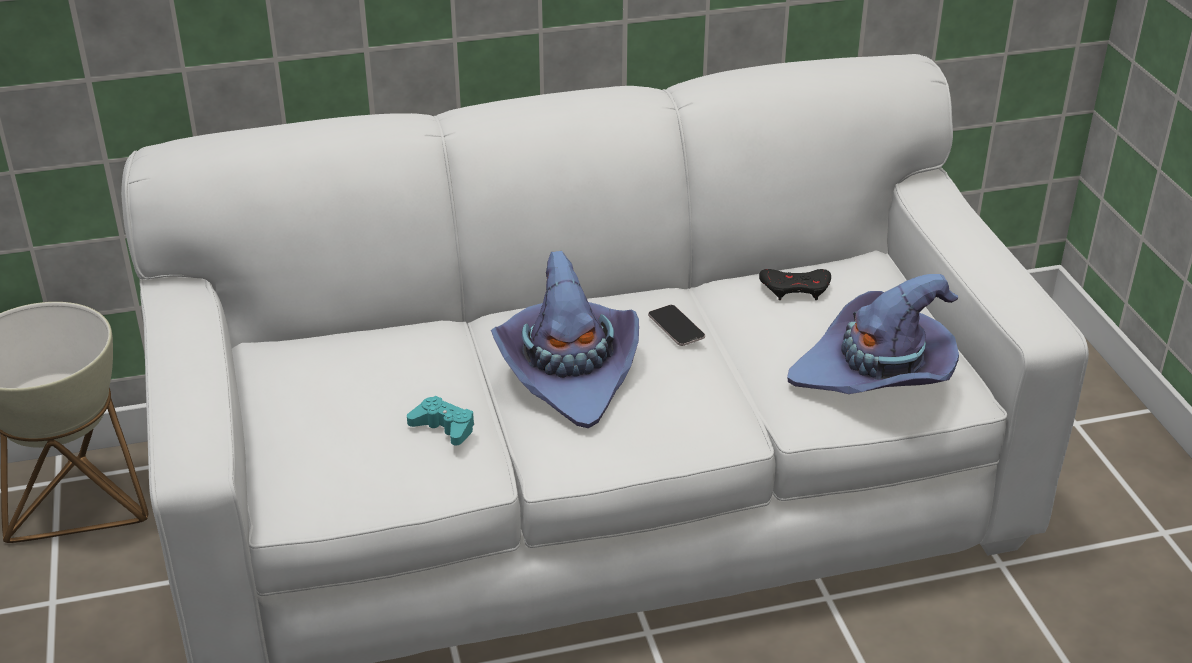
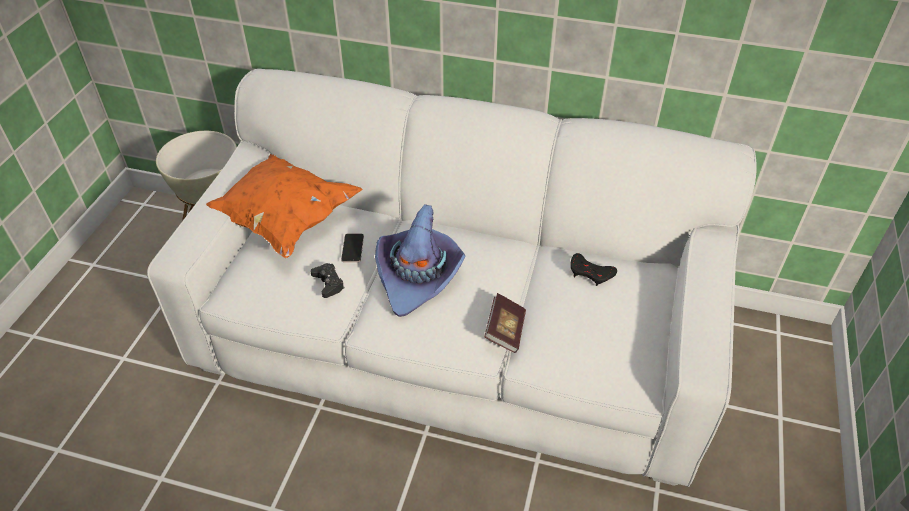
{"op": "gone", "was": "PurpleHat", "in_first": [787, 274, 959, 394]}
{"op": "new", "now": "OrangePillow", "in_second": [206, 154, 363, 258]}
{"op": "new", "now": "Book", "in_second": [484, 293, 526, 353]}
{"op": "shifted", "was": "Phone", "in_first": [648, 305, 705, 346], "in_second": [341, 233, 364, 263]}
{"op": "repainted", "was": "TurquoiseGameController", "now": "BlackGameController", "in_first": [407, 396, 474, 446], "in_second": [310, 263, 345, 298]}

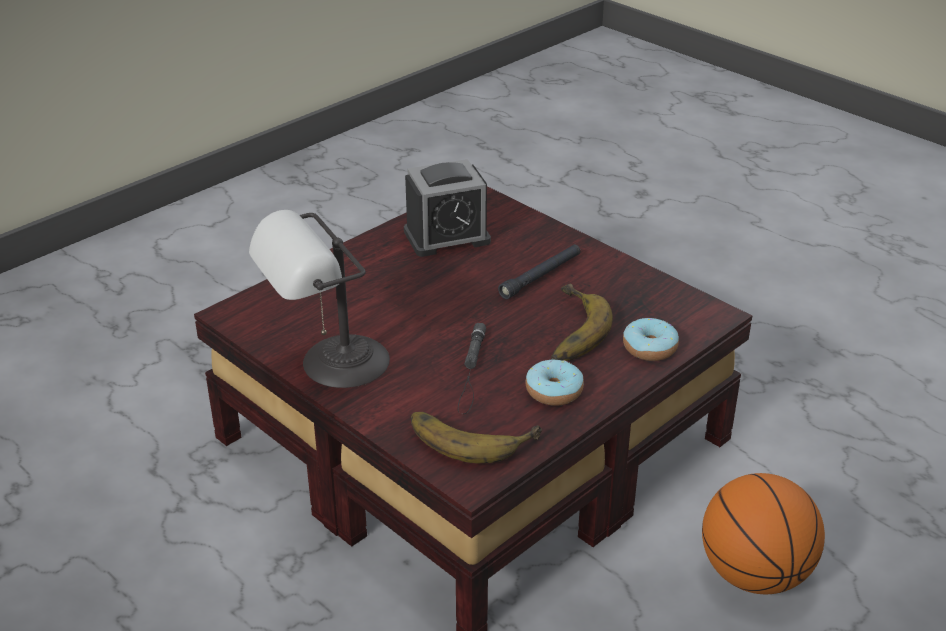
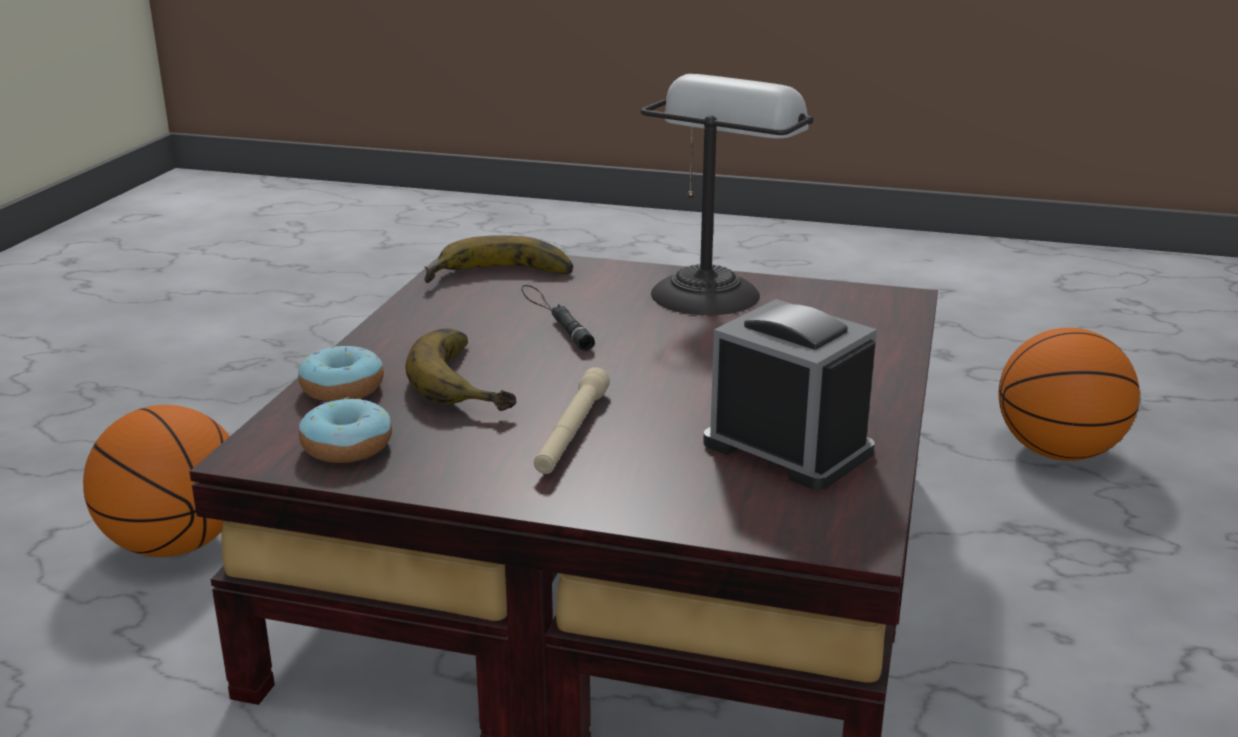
{"op": "new", "now": "Basketball", "in_second": [999, 328, 1140, 461]}
{"op": "shifted", "was": "Donut", "in_first": [525, 360, 584, 406], "in_second": [299, 397, 392, 463]}
{"op": "repainted", "was": "BlackFlashlight", "now": "BeigeFlashlight", "in_first": [498, 244, 580, 299], "in_second": [534, 367, 610, 474]}
{"op": "rotated", "was": "AlarmClock", "in_first": [404, 159, 491, 257], "in_second": [703, 299, 877, 490], "clockwise": 90}

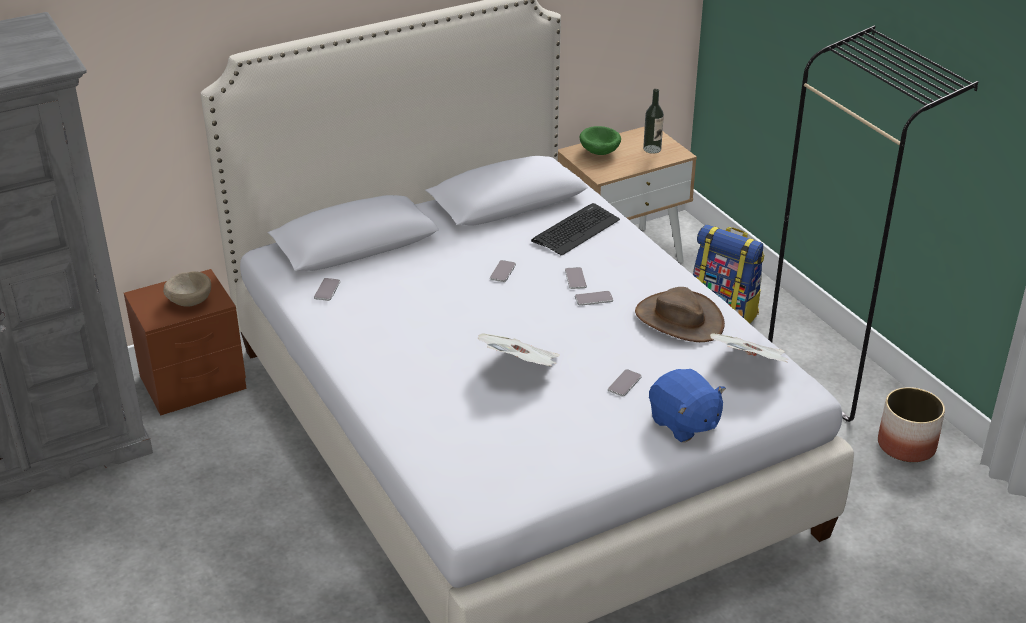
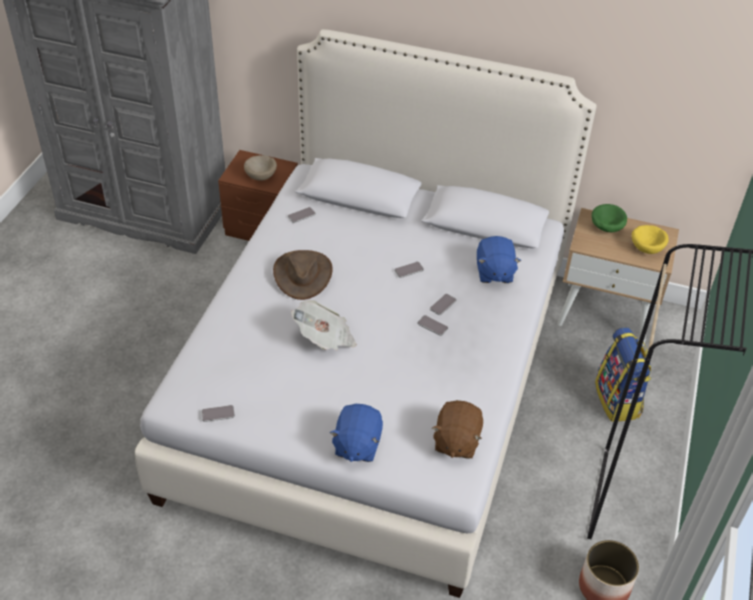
{"op": "shifted", "was": "Phone", "in_first": [608, 369, 642, 396], "in_second": [202, 405, 235, 422]}
{"op": "shifted", "was": "BrownHat", "in_first": [635, 287, 725, 342], "in_second": [273, 250, 333, 300]}
{"op": "swapped", "was": "Keyboard", "now": "BluePlushToy", "in_first": [531, 203, 620, 256], "in_second": [477, 236, 521, 283]}
{"op": "swapped", "was": "Bottle", "now": "YellowBowl", "in_first": [643, 89, 664, 154], "in_second": [632, 225, 669, 254]}
{"op": "swapped", "was": "Newspaper", "now": "BrownPlushToy", "in_first": [710, 334, 789, 363], "in_second": [432, 400, 483, 459]}

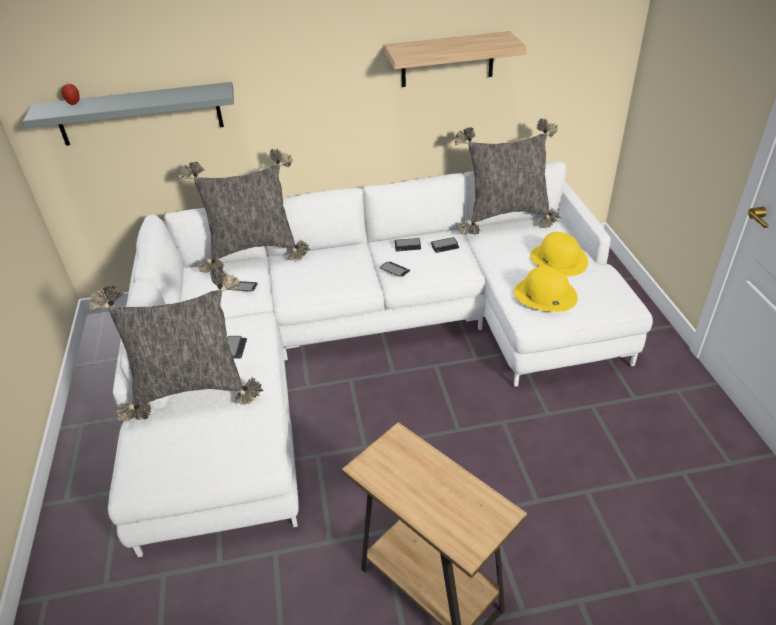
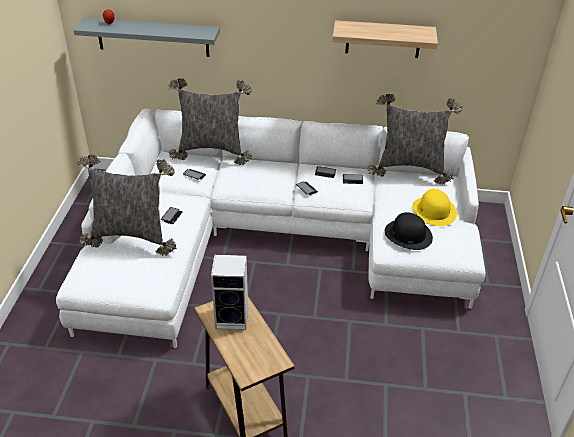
{"op": "new", "now": "Speaker", "in_second": [211, 255, 248, 330]}
{"op": "repainted", "was": "YellowHat", "now": "BlackHat", "in_first": [514, 266, 578, 312], "in_second": [385, 212, 433, 250]}

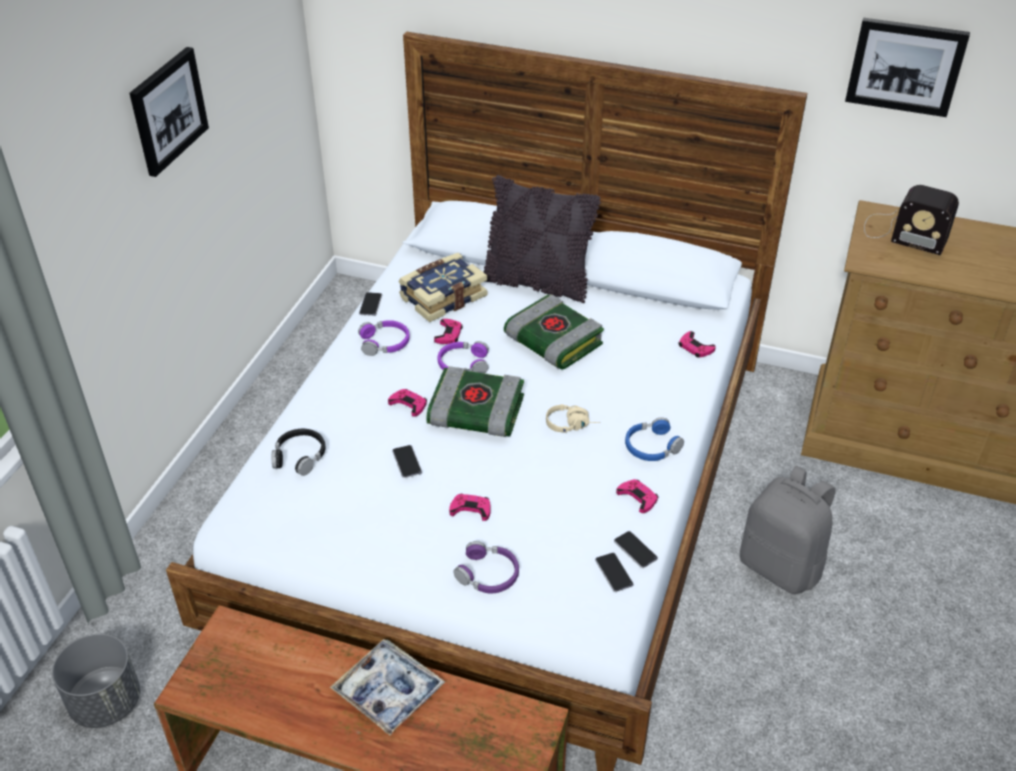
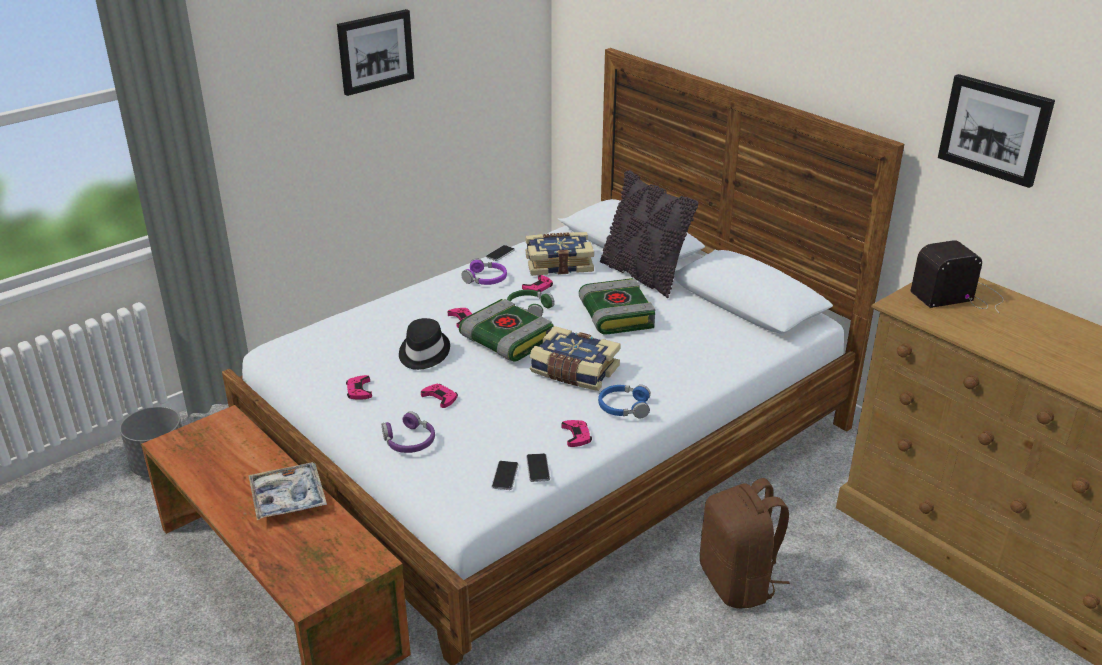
{"op": "gone", "was": "BlackHeadphones", "in_first": [271, 429, 326, 476]}
{"op": "shifted", "was": "PinkGameController", "in_first": [679, 331, 716, 357], "in_second": [346, 375, 372, 400]}
{"op": "swapped", "was": "Phone", "now": "BlackHat", "in_first": [392, 445, 422, 478], "in_second": [399, 318, 450, 370]}
{"op": "swapped", "was": "BeigeHeadphones", "now": "Book", "in_first": [546, 404, 601, 433], "in_second": [530, 326, 621, 391]}
{"op": "repainted", "was": "PurpleHeadphones", "now": "GreenHeadphones", "in_first": [437, 341, 489, 374], "in_second": [507, 290, 555, 317]}
{"op": "repainted", "was": "GreyBackpack", "now": "BrownBackpack", "in_first": [740, 466, 836, 594], "in_second": [700, 478, 790, 608]}
{"op": "rotated", "was": "Radio", "in_first": [864, 185, 959, 255], "in_second": [910, 240, 1004, 313], "clockwise": 105}

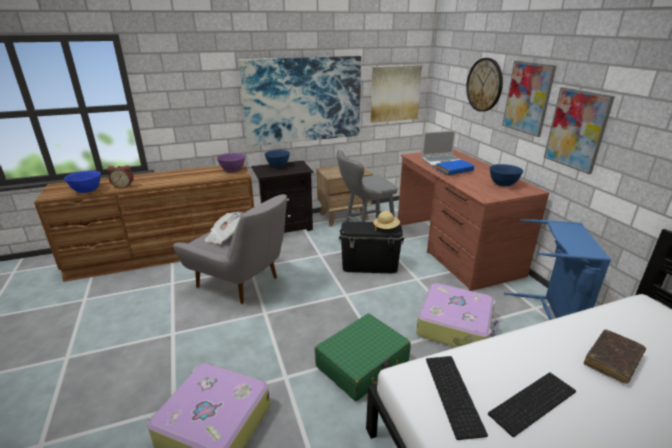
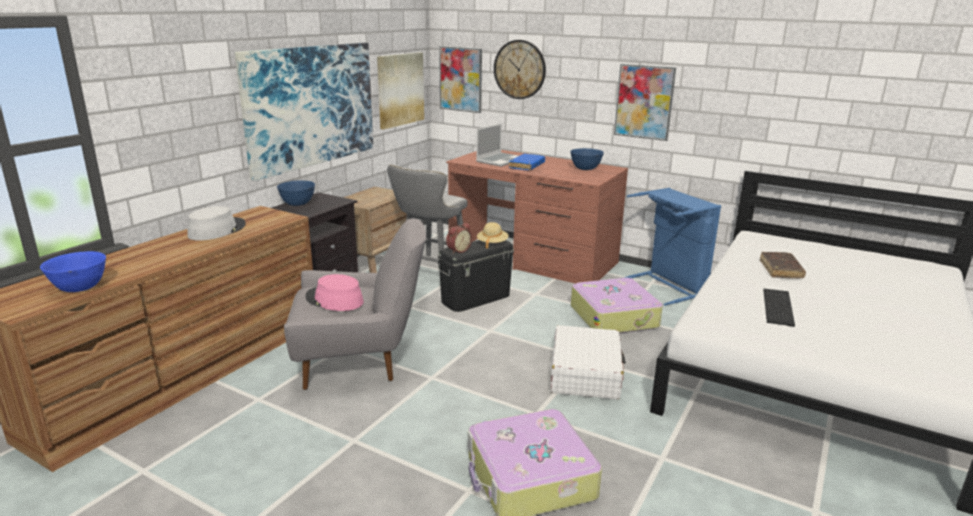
{"op": "gone", "was": "PurpleBowl", "in_first": [217, 153, 245, 172]}
{"op": "gone", "was": "Keyboard", "in_first": [426, 356, 488, 440]}
{"op": "new", "now": "GreyHat", "in_second": [187, 206, 245, 241]}
{"op": "shifted", "was": "AlarmClock", "in_first": [108, 165, 134, 189], "in_second": [446, 223, 472, 254]}
{"op": "shifted", "was": "Picture", "in_first": [502, 61, 556, 137], "in_second": [439, 46, 482, 113]}
{"op": "swapped", "was": "Newspaper", "now": "PinkHat", "in_first": [205, 212, 240, 244], "in_second": [305, 274, 364, 311]}
{"op": "repainted", "was": "GreenSuitcase", "now": "WhiteSuitcase", "in_first": [315, 314, 411, 401], "in_second": [551, 325, 626, 400]}

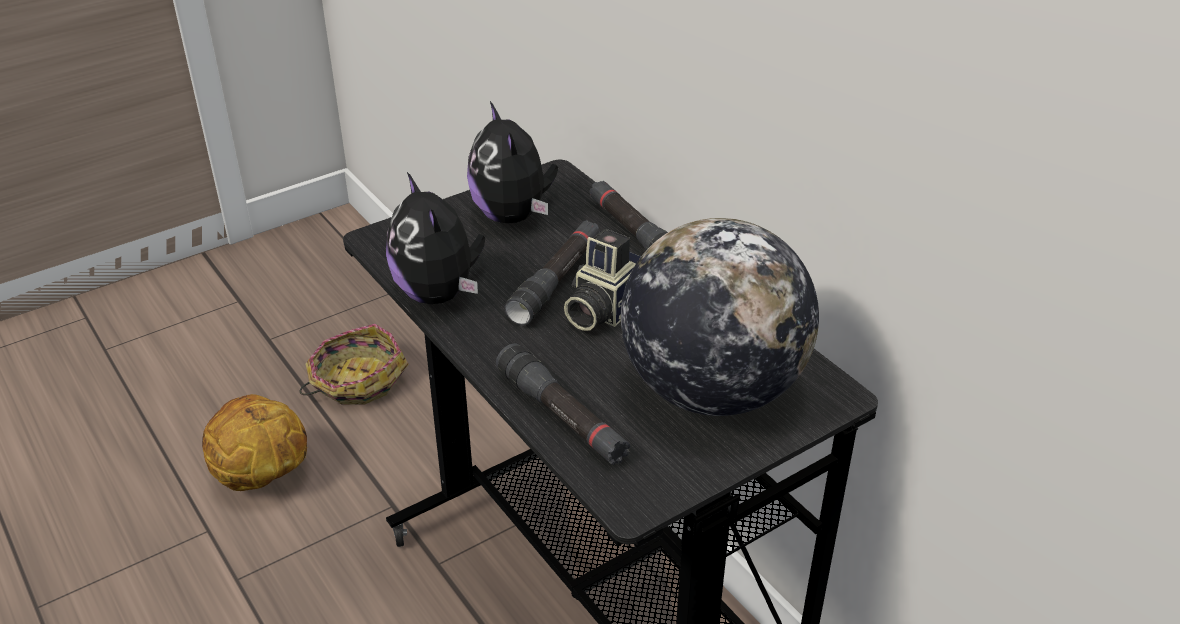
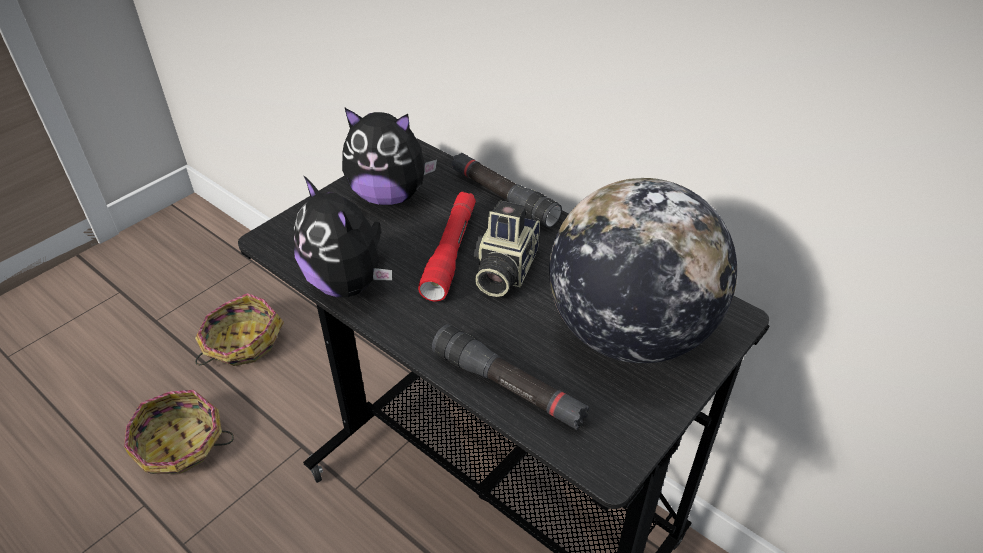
{"op": "swapped", "was": "Basketball", "now": "Basket", "in_first": [202, 394, 307, 491], "in_second": [124, 390, 234, 474]}
{"op": "repainted", "was": "BlackFlashlight", "now": "RedFlashlight", "in_first": [504, 220, 600, 325], "in_second": [418, 192, 476, 302]}
{"op": "rotated", "was": "PlushToy", "in_first": [467, 101, 558, 223], "in_second": [342, 107, 437, 205], "clockwise": -45}

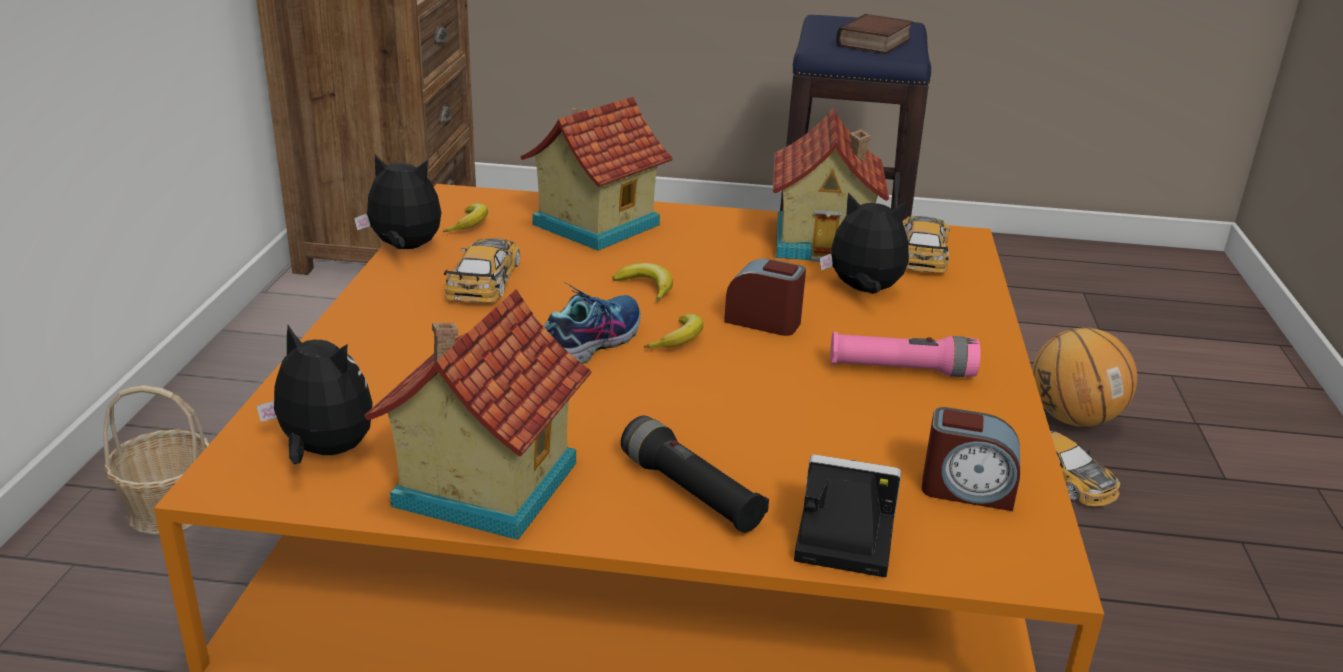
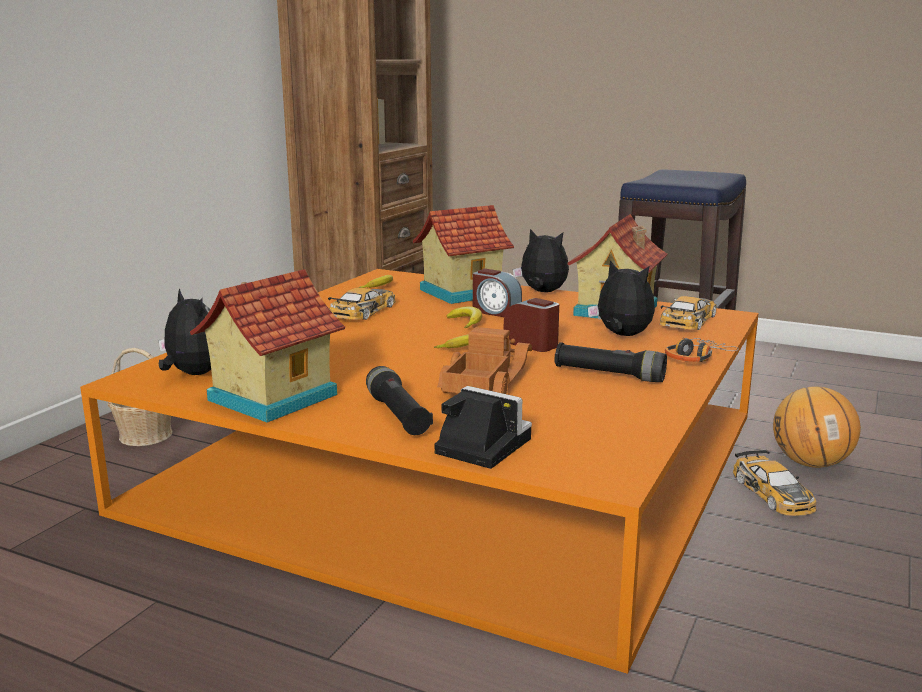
{"op": "gone", "was": "Shoe", "in_first": [544, 283, 641, 364]}
{"op": "gone", "was": "Book", "in_first": [836, 14, 913, 54]}
{"op": "new", "now": "ToyTruck", "in_second": [437, 327, 532, 394]}
{"op": "new", "now": "Headphones", "in_second": [665, 338, 739, 362]}
{"op": "shifted", "was": "PlushToy", "in_first": [354, 154, 442, 249], "in_second": [513, 229, 569, 292]}
{"op": "shifted", "was": "AlarmClock", "in_first": [922, 407, 1020, 511], "in_second": [473, 268, 522, 317]}
{"op": "repainted", "was": "PinkFlashlight", "now": "BlackFlashlight", "in_first": [830, 332, 981, 377], "in_second": [554, 342, 667, 382]}

